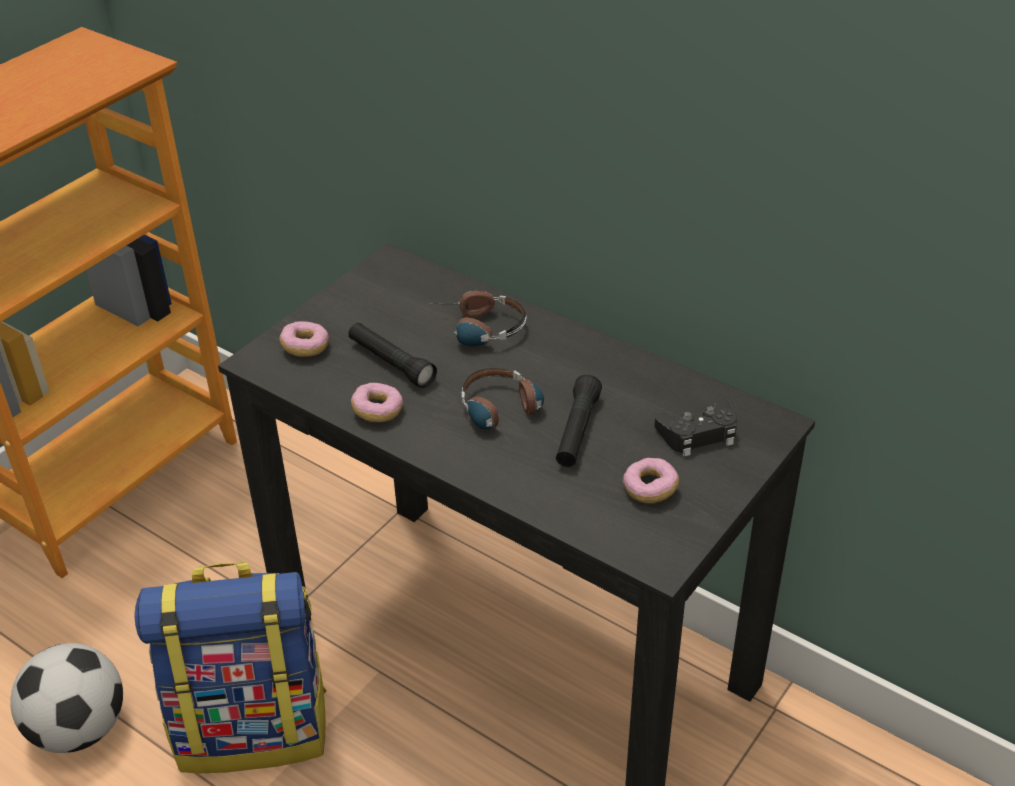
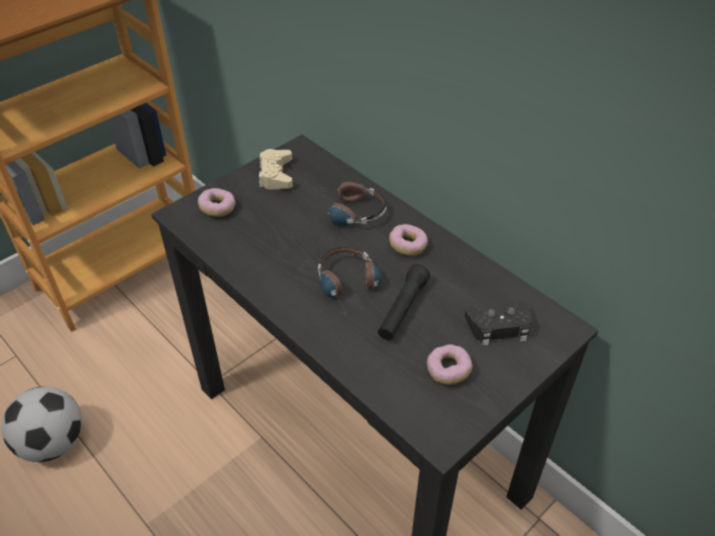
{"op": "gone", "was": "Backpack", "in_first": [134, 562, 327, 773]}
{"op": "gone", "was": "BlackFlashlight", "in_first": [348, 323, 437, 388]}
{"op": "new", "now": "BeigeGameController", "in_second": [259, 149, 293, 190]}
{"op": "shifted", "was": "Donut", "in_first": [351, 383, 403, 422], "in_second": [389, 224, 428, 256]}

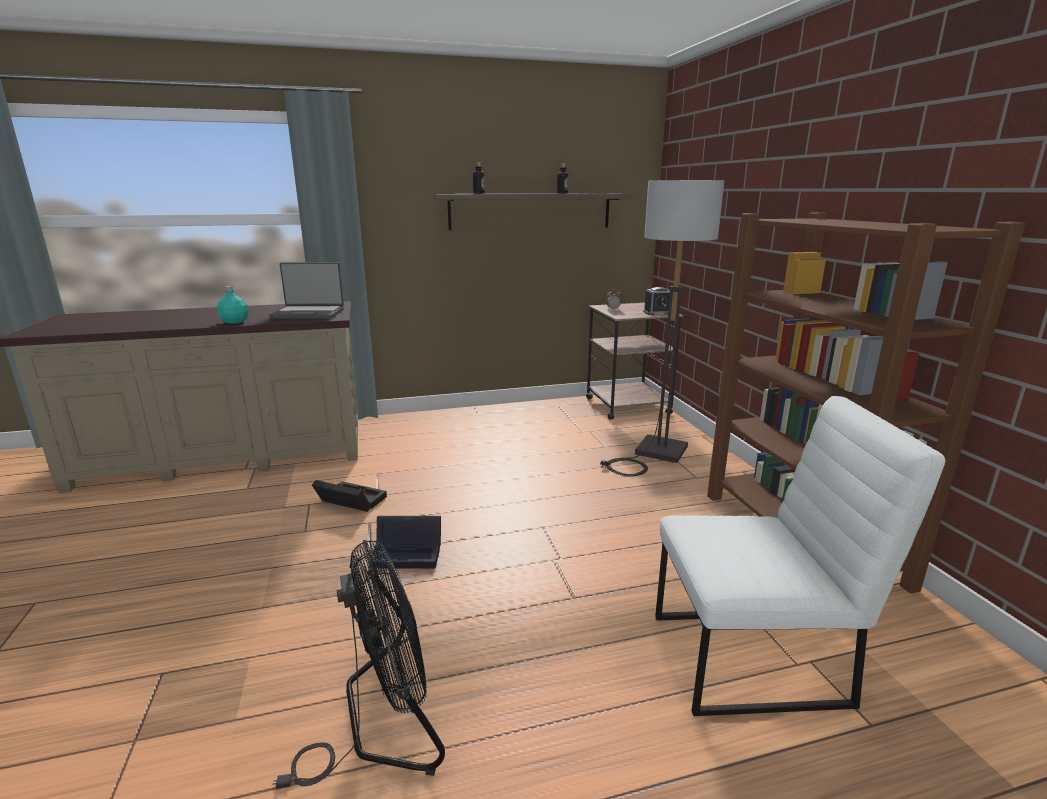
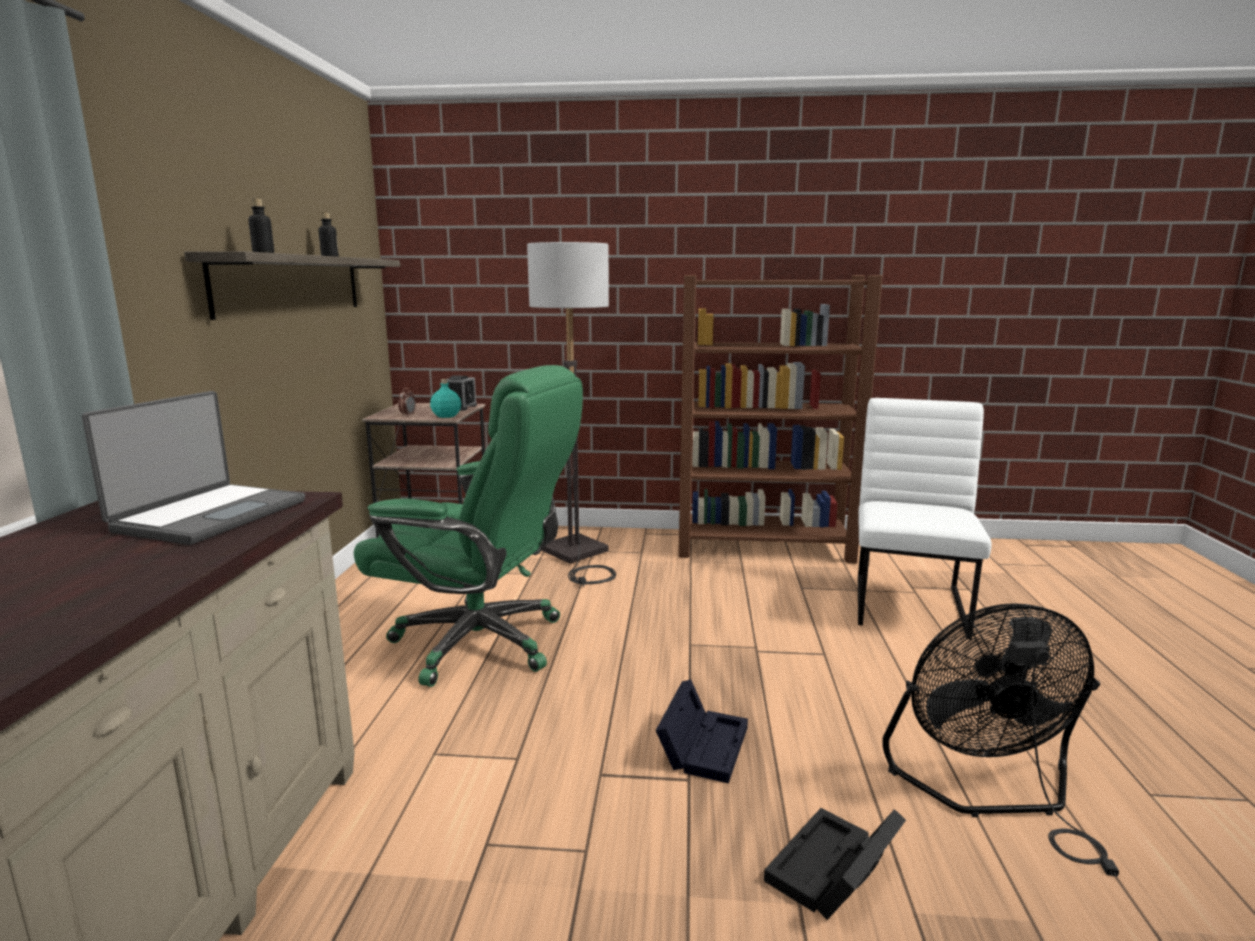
{"op": "new", "now": "GreenOfficeChair", "in_second": [354, 365, 583, 687]}
{"op": "shifted", "was": "TurquoiseBottle", "in_first": [217, 286, 249, 324], "in_second": [430, 379, 461, 418]}
{"op": "shifted", "was": "BlackStorageBox", "in_first": [312, 480, 387, 512], "in_second": [764, 808, 906, 920]}

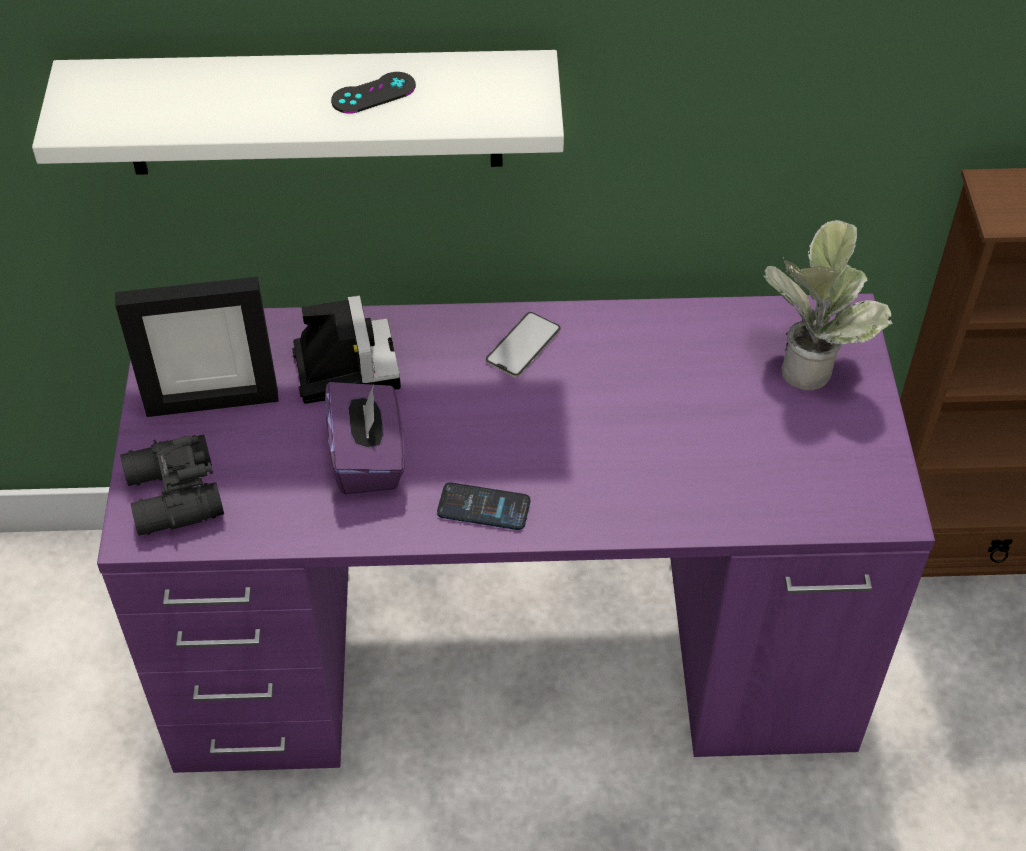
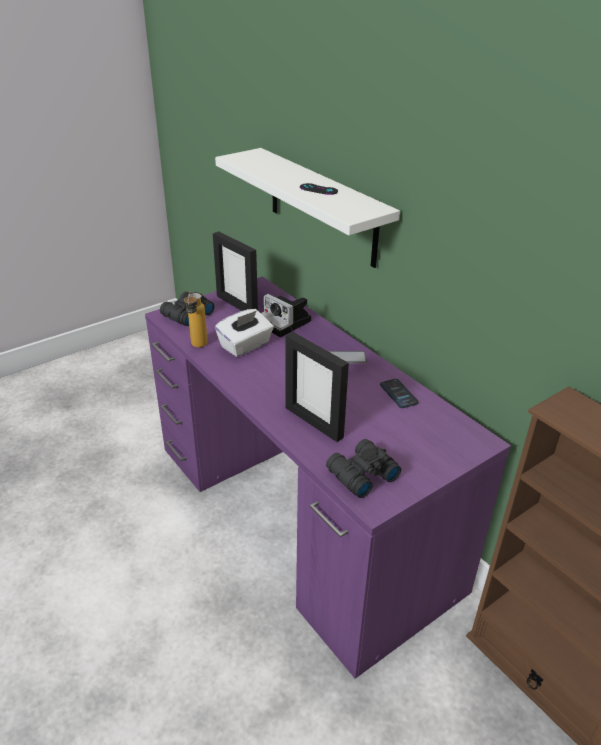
{"op": "gone", "was": "PottedPlant", "in_first": [763, 220, 893, 390]}
{"op": "new", "now": "Bottle", "in_second": [184, 291, 208, 348]}
{"op": "new", "now": "PictureFrame", "in_second": [286, 332, 349, 442]}
{"op": "new", "now": "BlackBinoculars", "in_second": [326, 439, 401, 498]}
{"op": "shifted", "was": "Phone", "in_first": [437, 482, 530, 530], "in_second": [380, 379, 419, 408]}
{"op": "repainted", "was": "PurpleTissueBox", "now": "WhiteTissueBox", "in_first": [325, 382, 405, 495], "in_second": [215, 309, 274, 357]}
{"op": "rotated", "was": "PhotoCamera", "in_first": [292, 296, 401, 404], "in_second": [261, 294, 311, 337], "clockwise": 90}

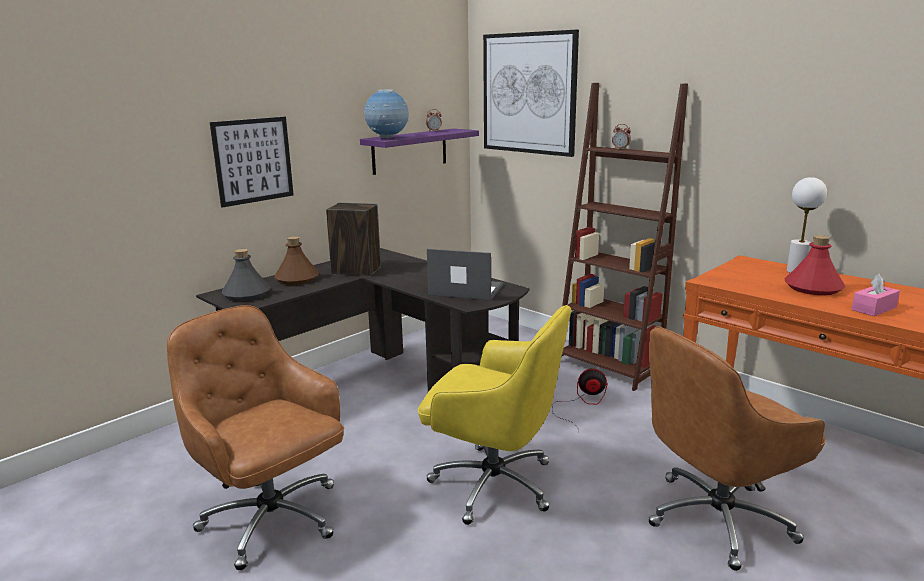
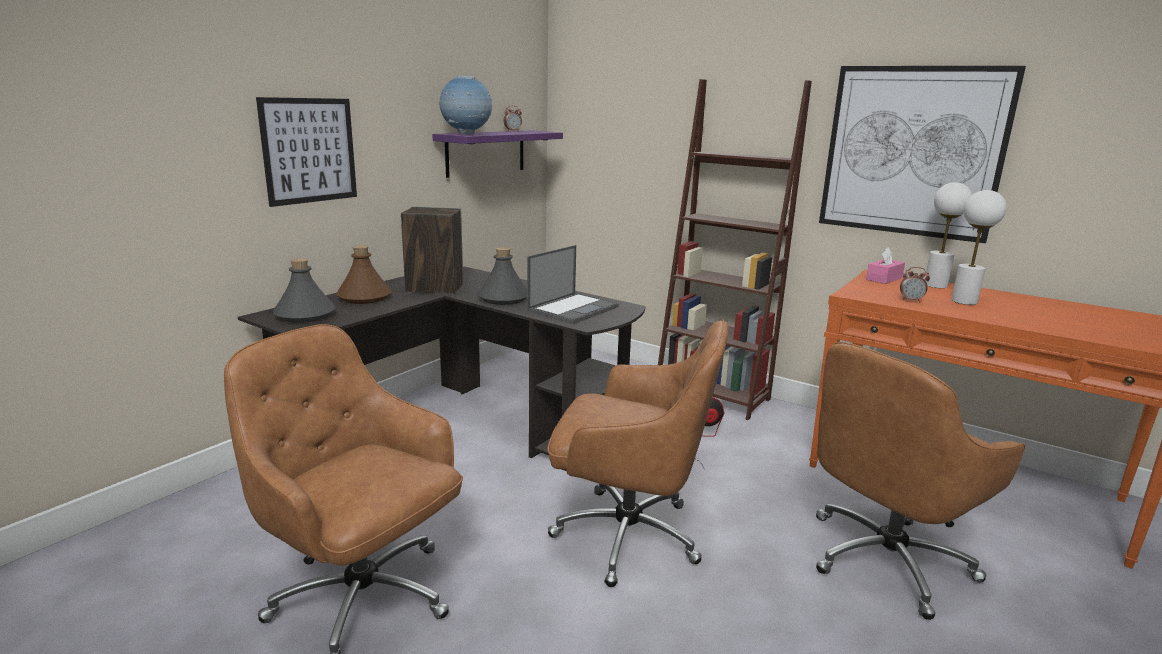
{"op": "new", "now": "GreyBottle", "in_second": [477, 247, 527, 305]}
{"op": "shifted", "was": "Picture", "in_first": [483, 30, 579, 157], "in_second": [819, 66, 1026, 243]}
{"op": "shifted", "was": "AlarmClock", "in_first": [612, 124, 631, 150], "in_second": [900, 267, 930, 302]}
{"op": "shifted", "was": "PinkTissueBox", "in_first": [851, 274, 900, 316], "in_second": [866, 247, 905, 284]}
{"op": "swapped", "was": "RedBottle", "now": "WhiteTableLamp", "in_first": [785, 235, 845, 295], "in_second": [951, 190, 1006, 305]}
{"op": "repainted", "was": "YellowOfficeChair", "now": "BrownOfficeChair", "in_first": [418, 305, 572, 525], "in_second": [547, 320, 729, 587]}
{"op": "rotated", "was": "Laptop", "in_first": [427, 249, 503, 301], "in_second": [527, 245, 619, 324], "clockwise": 120}

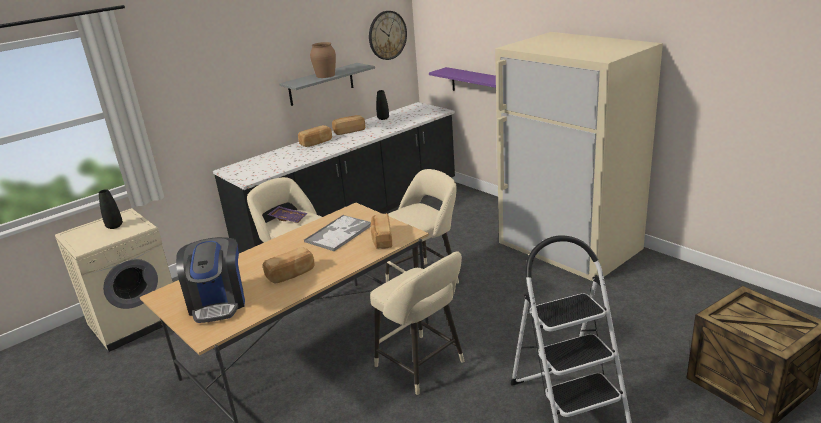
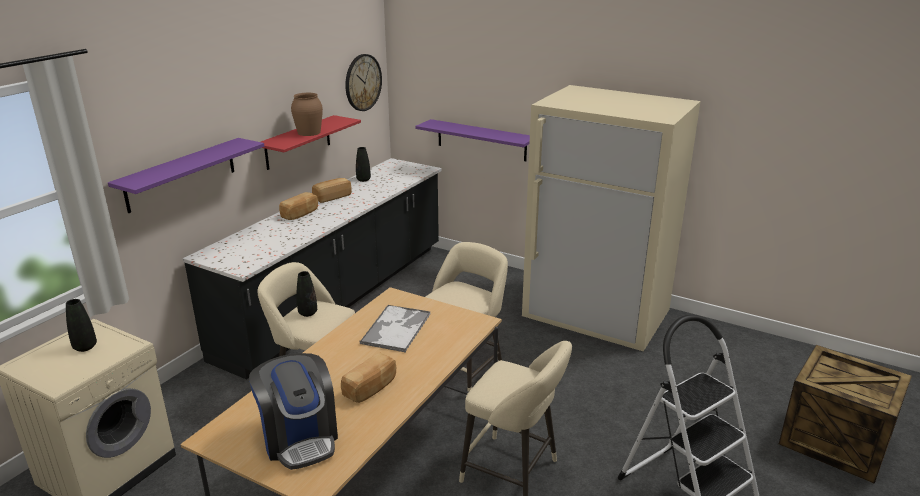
{"op": "gone", "was": "Bread", "in_first": [371, 213, 392, 249]}
{"op": "new", "now": "PurpleShelf", "in_second": [108, 138, 264, 213]}
{"op": "swapped", "was": "PurpleTray", "now": "BlackVase", "in_first": [268, 206, 308, 223], "in_second": [297, 271, 317, 317]}
{"op": "repainted", "was": "GreyShelf", "now": "RedShelf", "in_first": [279, 63, 375, 106], "in_second": [261, 115, 361, 170]}

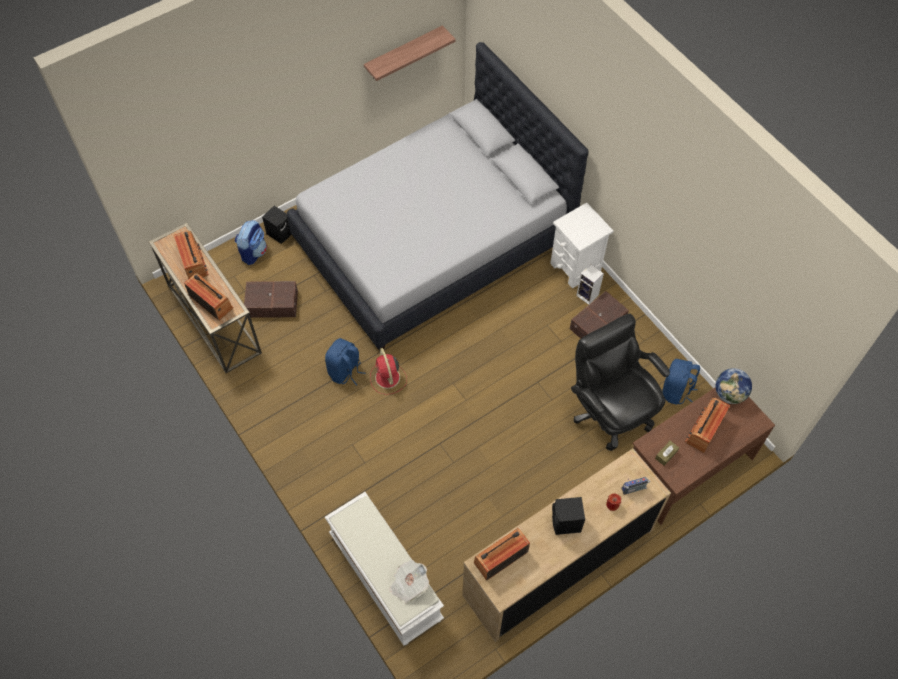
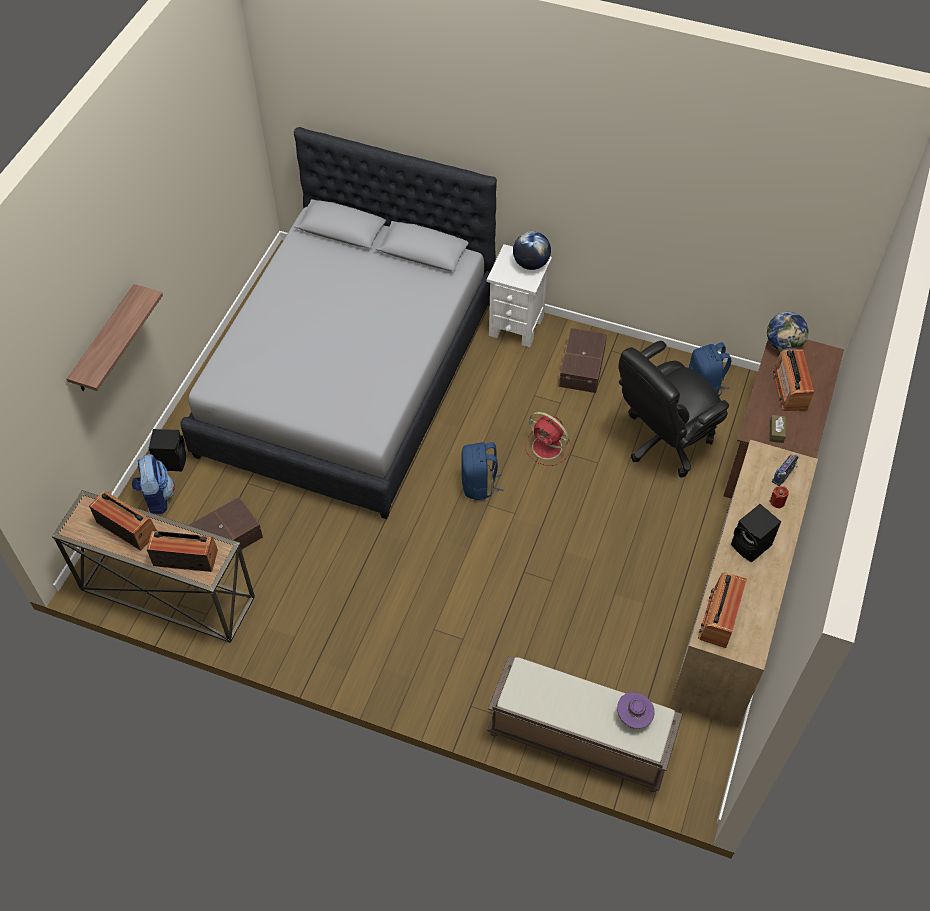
{"op": "gone", "was": "Speaker", "in_first": [576, 264, 604, 305]}
{"op": "new", "now": "Globe", "in_second": [513, 231, 551, 270]}
{"op": "shifted", "was": "BlueBackpack", "in_first": [325, 338, 366, 386], "in_second": [461, 442, 503, 500]}
{"op": "shifted", "was": "Shelf", "in_first": [364, 26, 456, 81], "in_second": [67, 284, 163, 391]}
{"op": "shifted", "was": "RedFan", "in_first": [370, 348, 407, 395], "in_second": [525, 412, 571, 466]}
{"op": "swapped", "was": "Newspaper", "now": "PurpleHat", "in_first": [389, 560, 429, 604], "in_second": [617, 692, 655, 729]}
{"op": "repainted", "was": "WhiteBench", "now": "BrownBench", "in_first": [325, 492, 444, 645], "in_second": [487, 656, 683, 792]}
{"op": "rotated", "was": "BlackOfficeChair", "in_first": [571, 313, 670, 451], "in_second": [619, 341, 729, 478], "clockwise": -60}

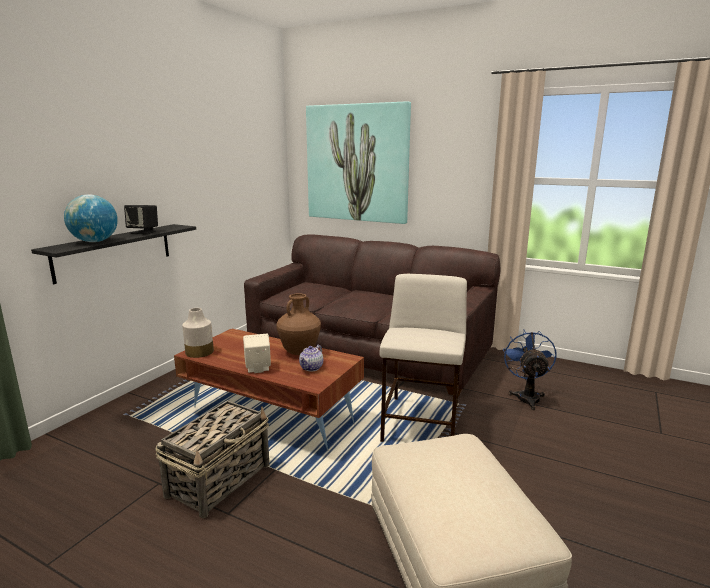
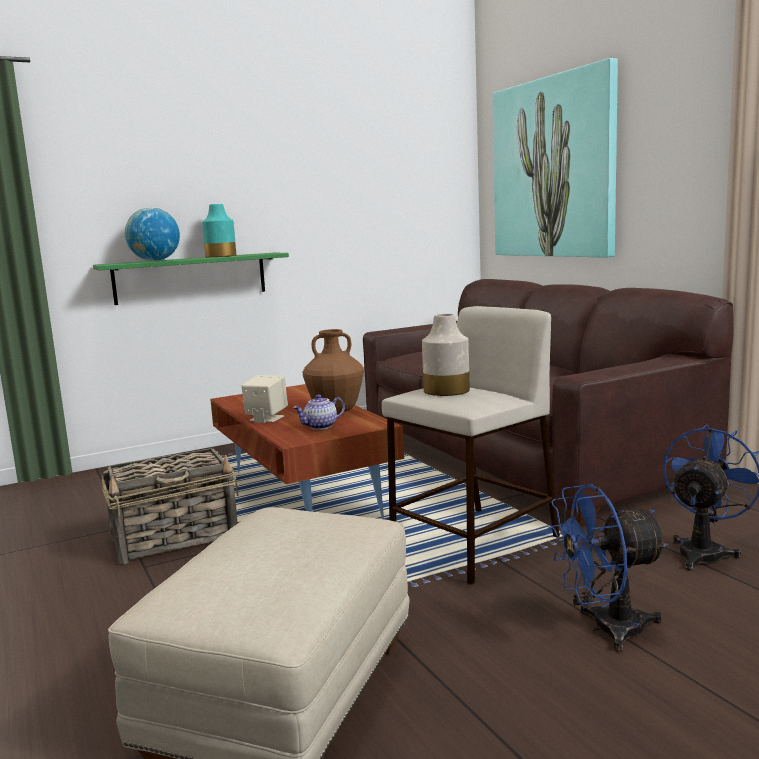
{"op": "new", "now": "BlueFan", "in_second": [548, 484, 669, 652]}
{"op": "shifted", "was": "BeigeVase", "in_first": [182, 308, 214, 358], "in_second": [422, 314, 470, 396]}
{"op": "swapped", "was": "BlackSpeaker", "now": "TurquoiseVase", "in_first": [124, 205, 158, 234], "in_second": [202, 204, 237, 257]}
{"op": "repainted", "was": "BlackShelf", "now": "GreenShelf", "in_first": [31, 224, 196, 284], "in_second": [93, 252, 289, 305]}

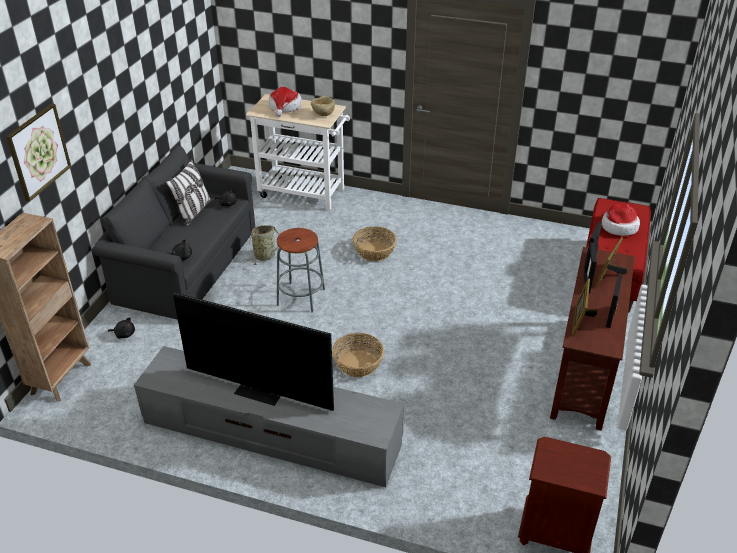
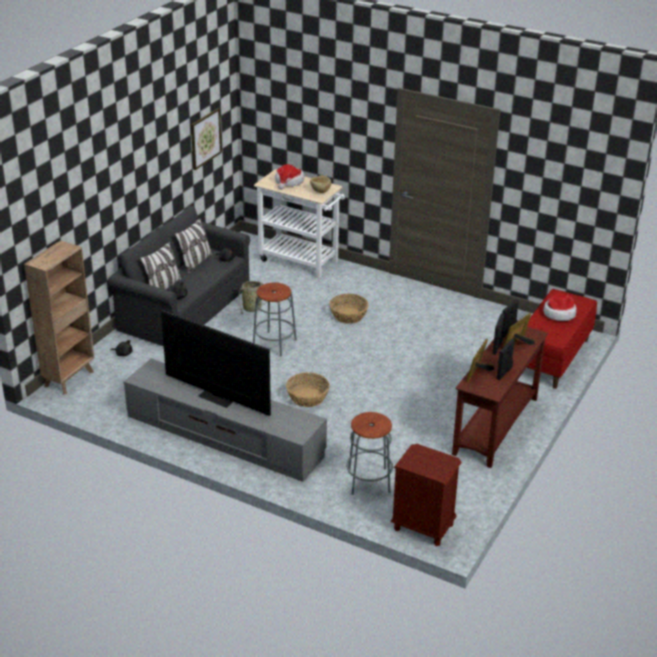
{"op": "new", "now": "Pillow", "in_second": [139, 242, 182, 290]}
{"op": "new", "now": "GreyStool", "in_second": [346, 412, 393, 495]}
{"op": "shifted", "was": "Picture", "in_first": [6, 103, 71, 202], "in_second": [191, 108, 222, 170]}

